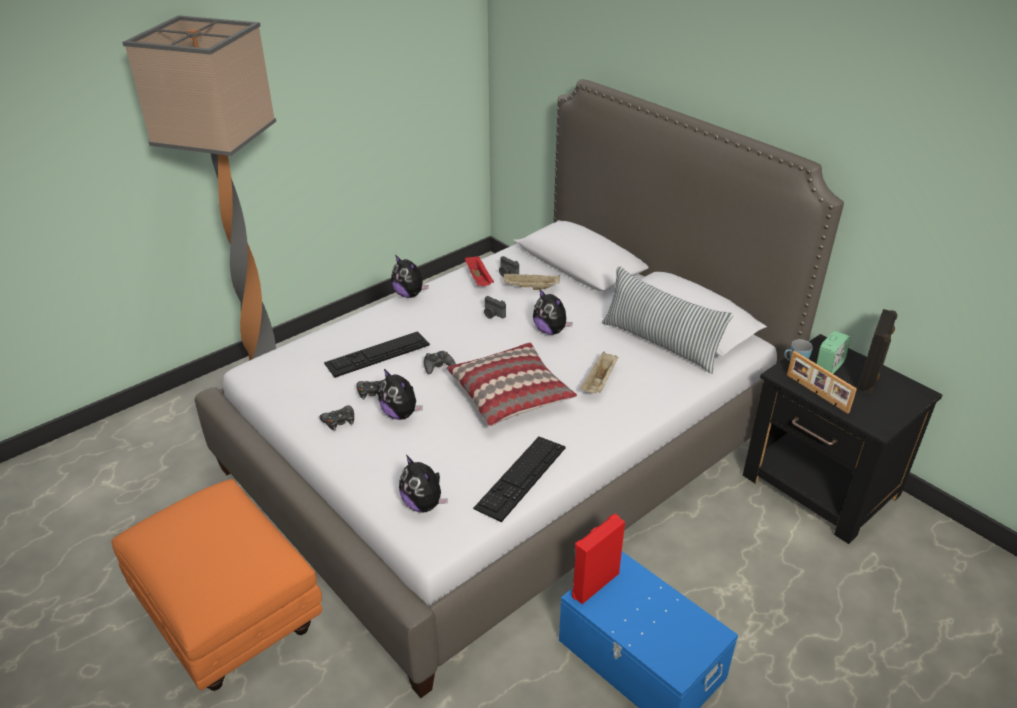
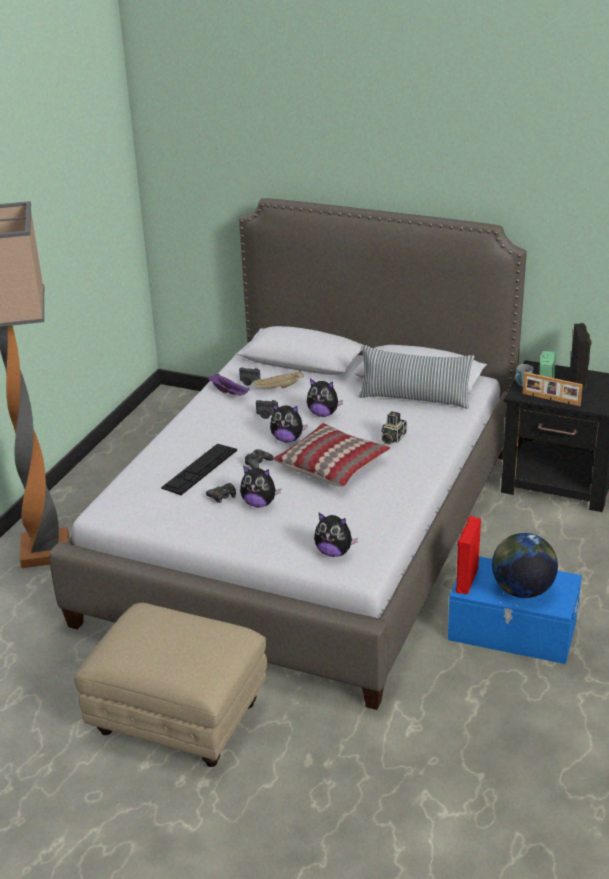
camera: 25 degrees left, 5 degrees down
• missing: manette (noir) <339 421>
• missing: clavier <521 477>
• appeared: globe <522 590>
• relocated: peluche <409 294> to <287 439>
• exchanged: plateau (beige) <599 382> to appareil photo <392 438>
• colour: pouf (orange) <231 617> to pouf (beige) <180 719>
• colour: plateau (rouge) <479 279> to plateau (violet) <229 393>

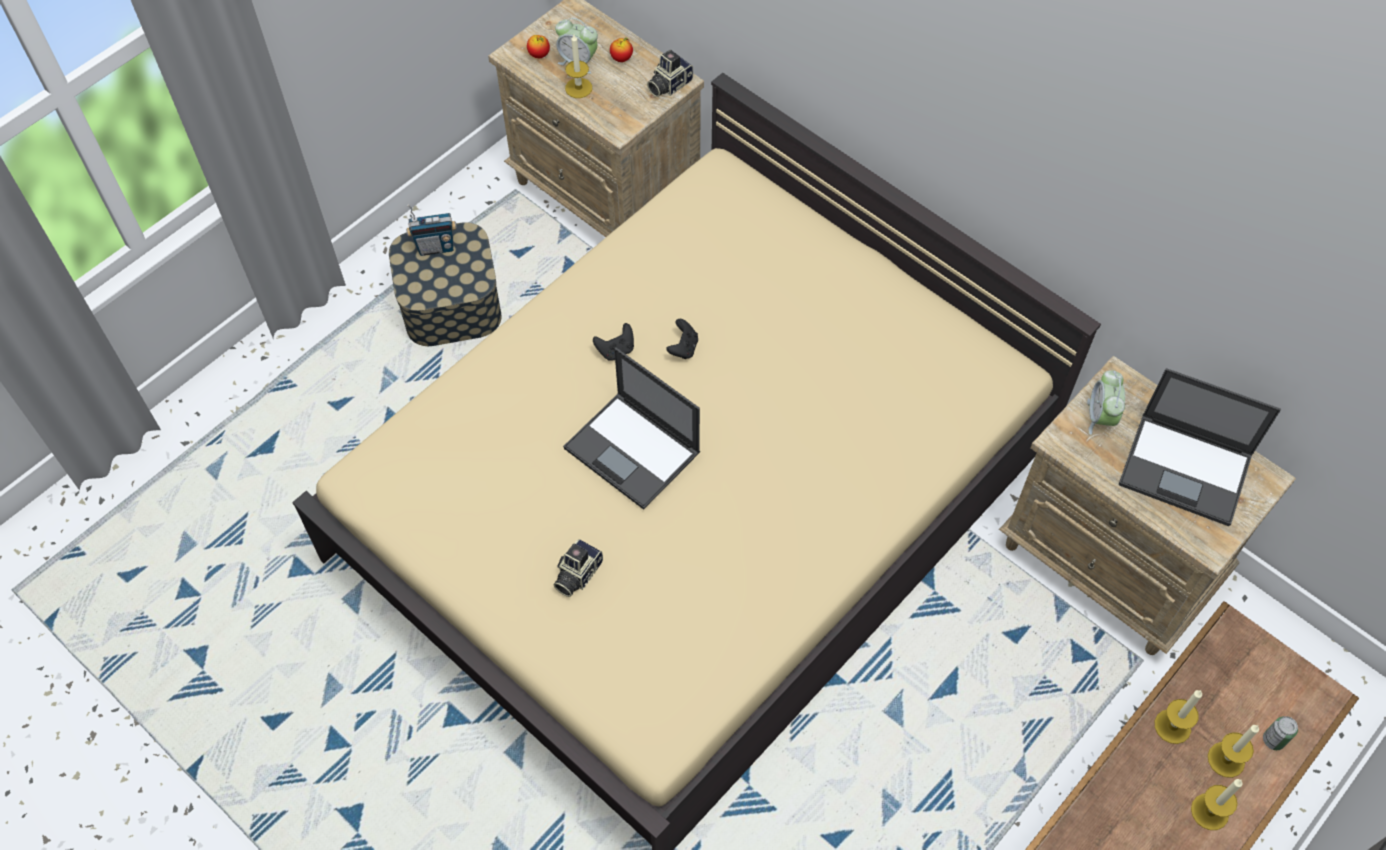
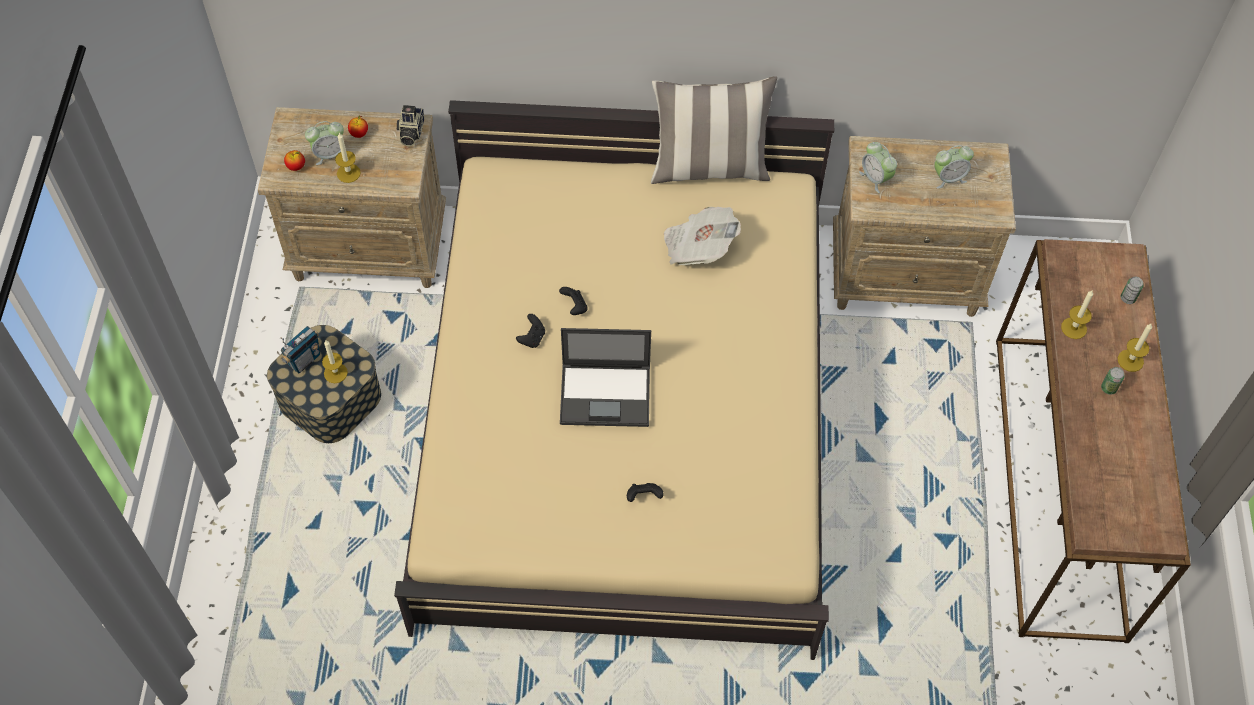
camera: 40 degrees left, 0 degrees up
• appeared: coussin <709 167>
• appeared: journal <698 247>
• appeared: boîte métallique <1108 388>
• relocated: bougie <1226 759> to <335 373>
• exchanged: appareil photo <576 574> to manette (noir) <644 497>
• exchanged: ordinateur portable <1186 470> to réveil <948 178>

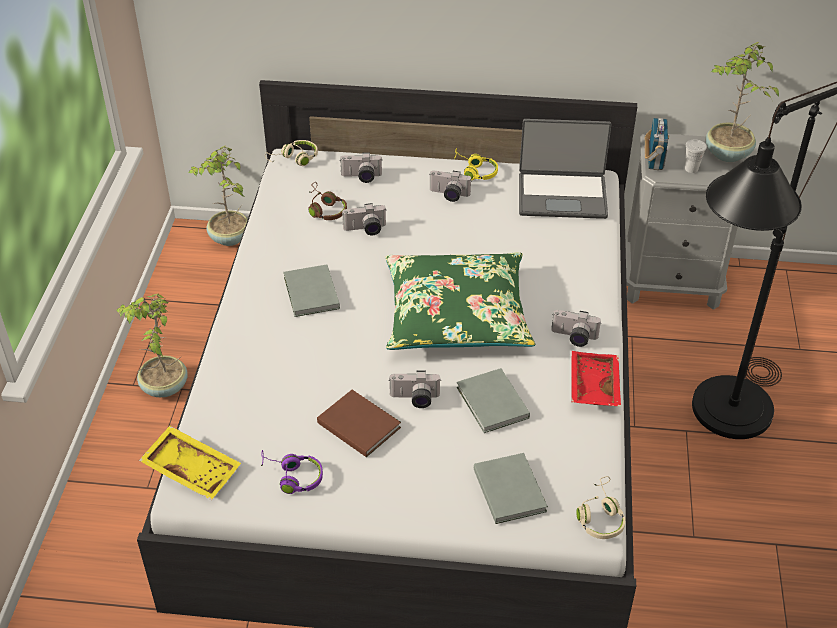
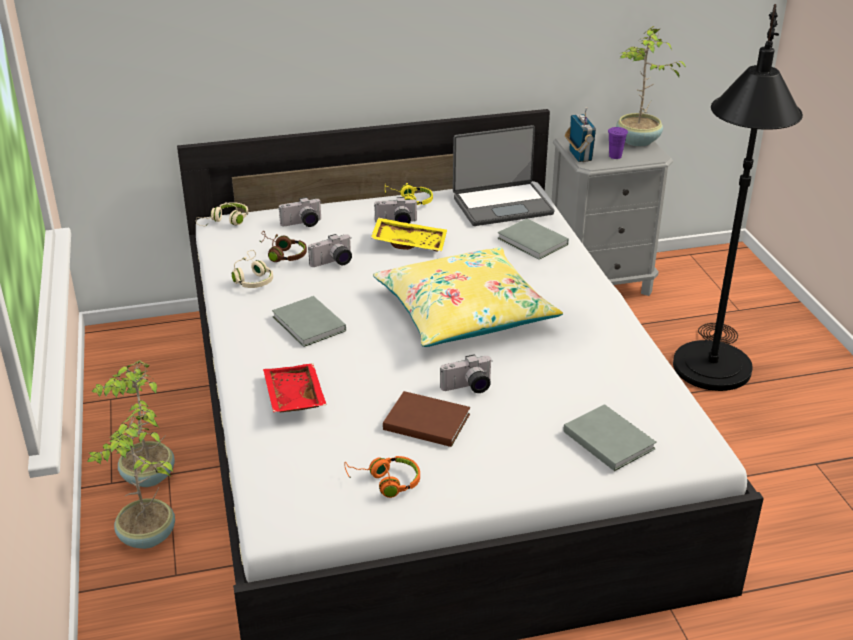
camera: 20 degrees left, 10 degrees down
• missing: appareil photo <573 338>
• relocated: plateau (jaune) <193 469> to <409 243>
• relocated: plante en pot <229 239> to <147 538>
• relocated: livre (gris) <492 404> to <533 242>
• relocated: plateau (rouge) <592 386> to <292 397>
• relocated: casque audio (beige) <599 516> to <252 278>
• colour: casque audio (violet) <292 477> to casque audio (orange) <385 482>
• colour: coussin (vert) <456 315> to coussin (jaune) <464 313>
• colour: tasse (blanc) <691 169> to tasse (violet) <615 156>

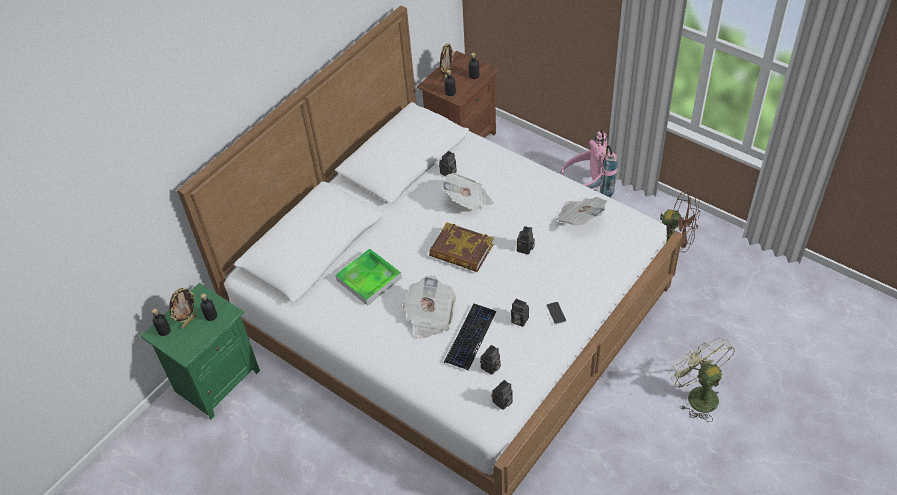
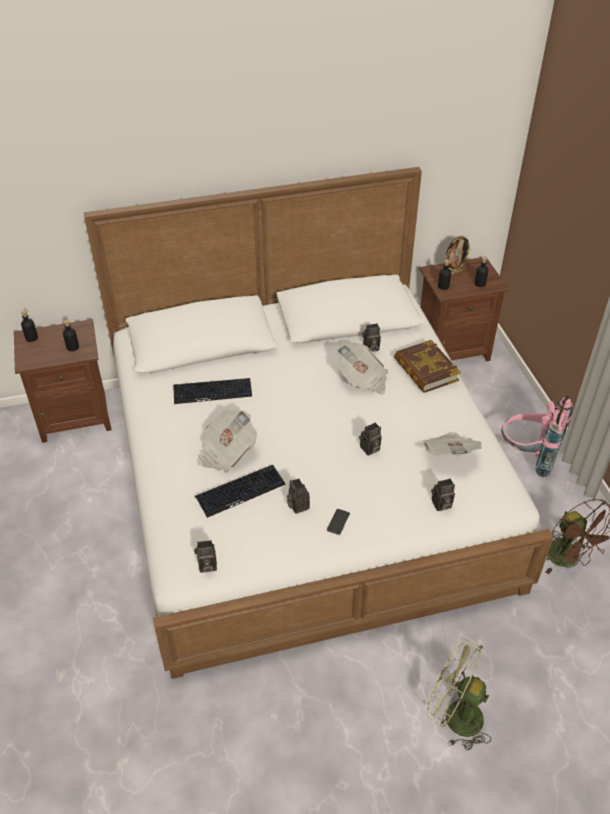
camera: 35 degrees right, 5 degrees down
• missing: cadre photo <188 321>
• relocated: livre <461 251> to <425 370>
• relocated: appareil photo <491 368> to <441 505>
• exchanged: plateau <369 279> to clavier <212 392>
• colour: table de chevet (vert) <216 380> to table de chevet (marron) <75 417>
• spun: ventilateur (vert) <697 395> = <454 716> 75 degrees counterclockwise

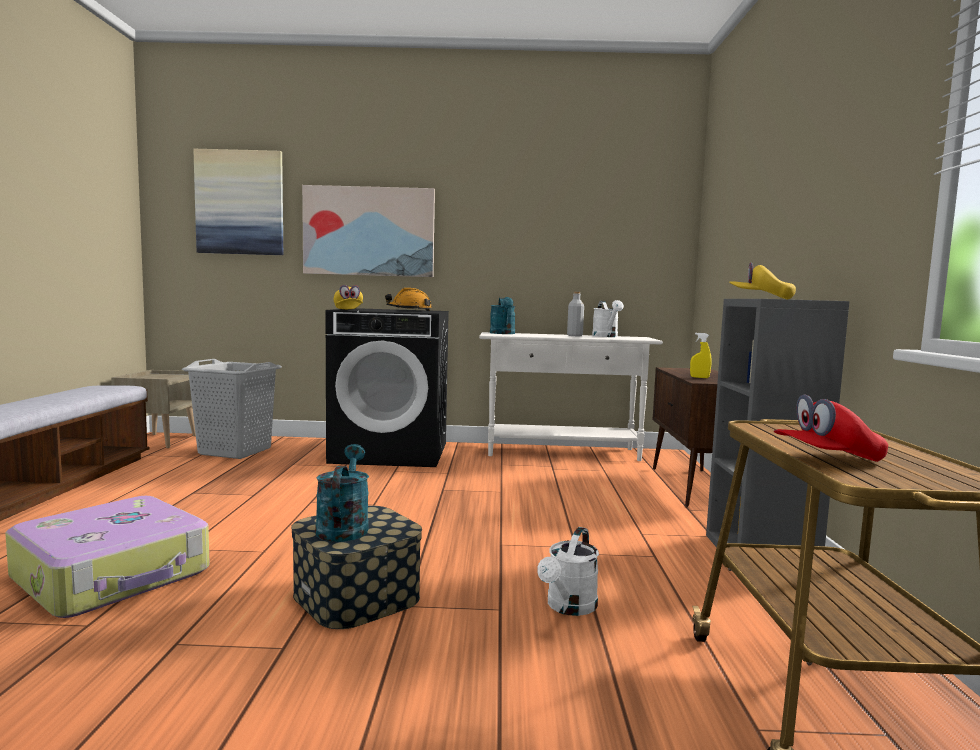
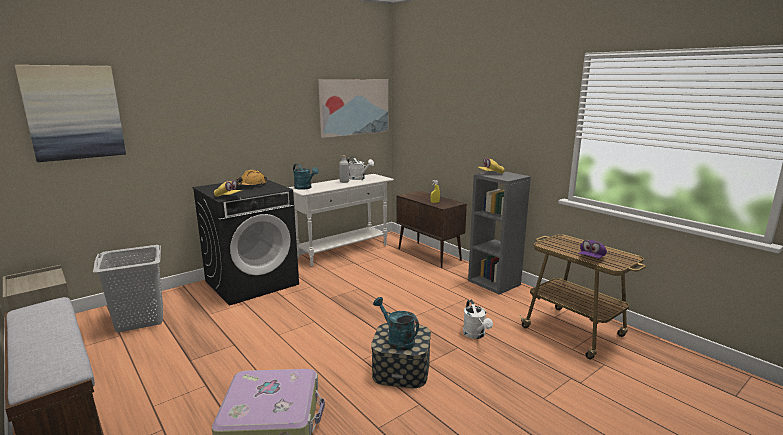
camera: 40 degrees left, 10 degrees up
• relocated: tableau <369 231> to <354 107>
• colour: casquette (rouge) <827 459> to casquette (violet) <591 258>

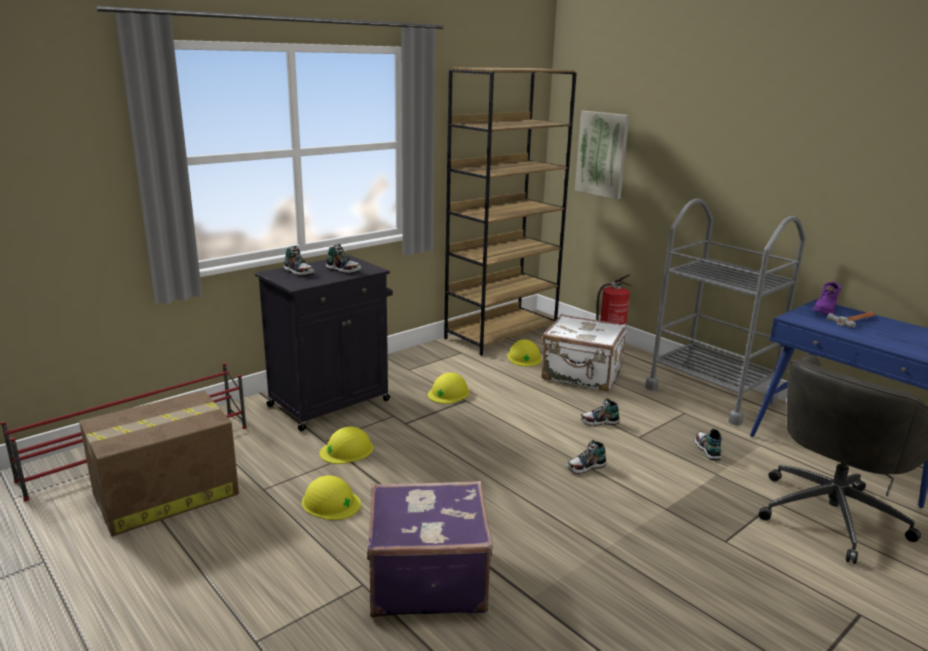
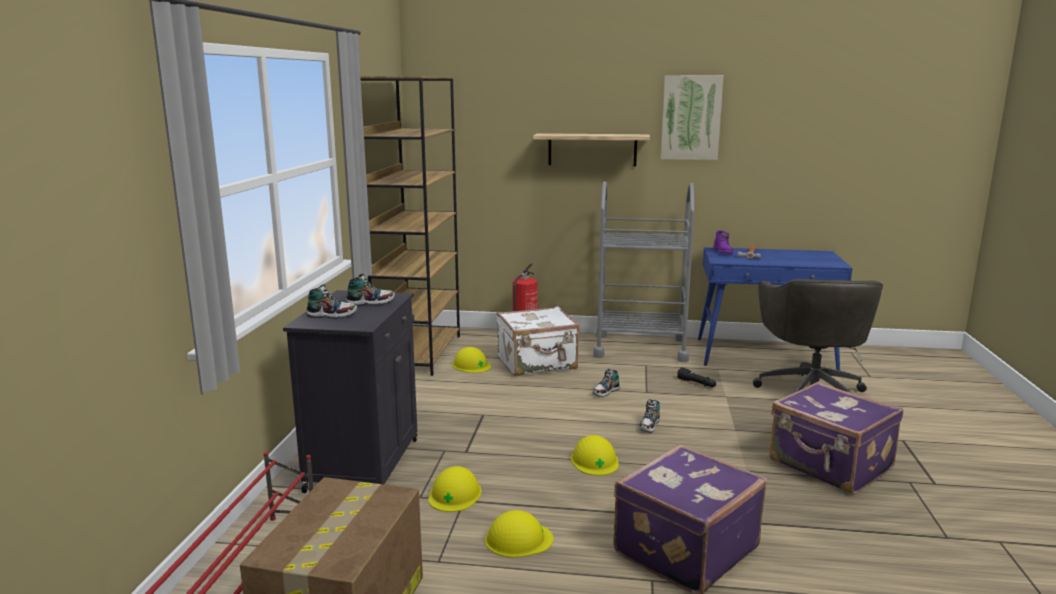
camera: 40 degrees left, 5 degrees down
• appeared: étagère <592 149>
• appeared: valise (violet) <830 466>
• relocated: casque de chantier (jaune) <449 393> to <594 460>
• relocated: tableau <602 154> to <691 117>
• exchanged: chaussure <707 450> to lampe de poche (noir) <696 384>

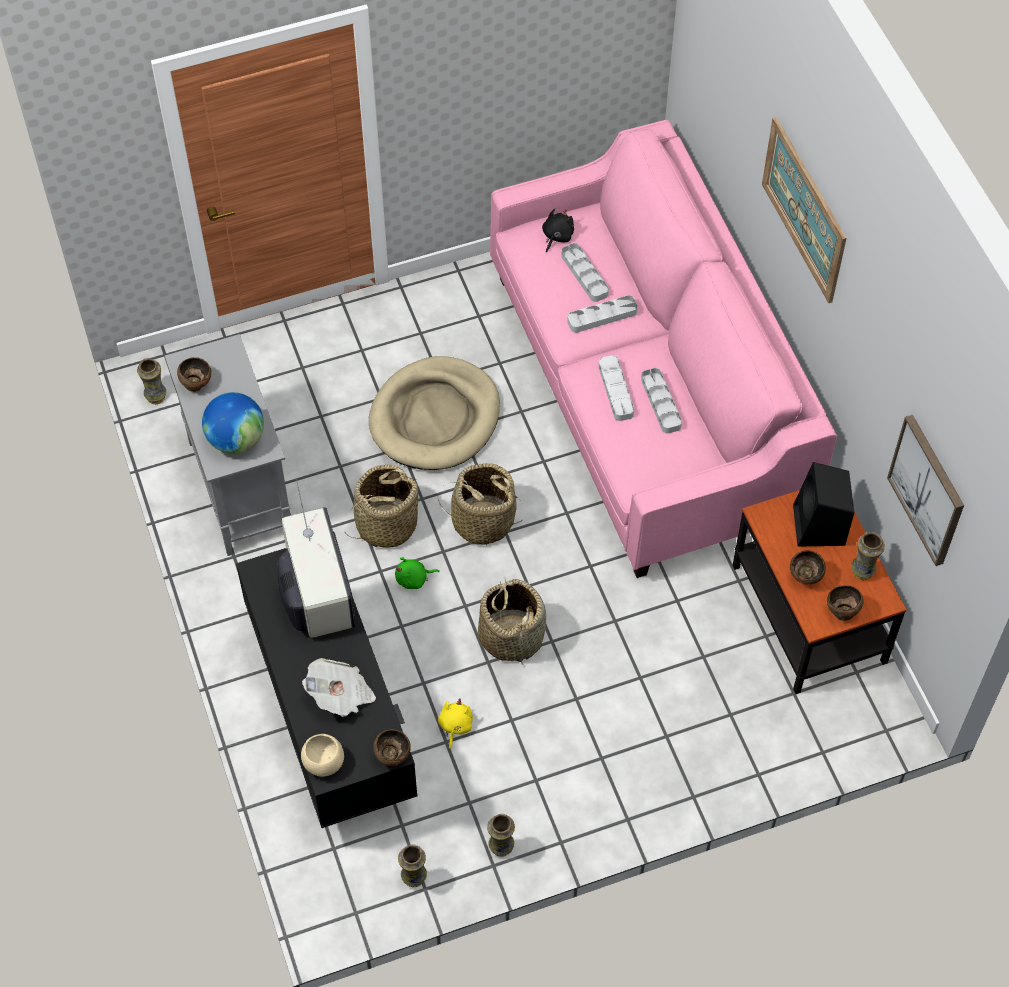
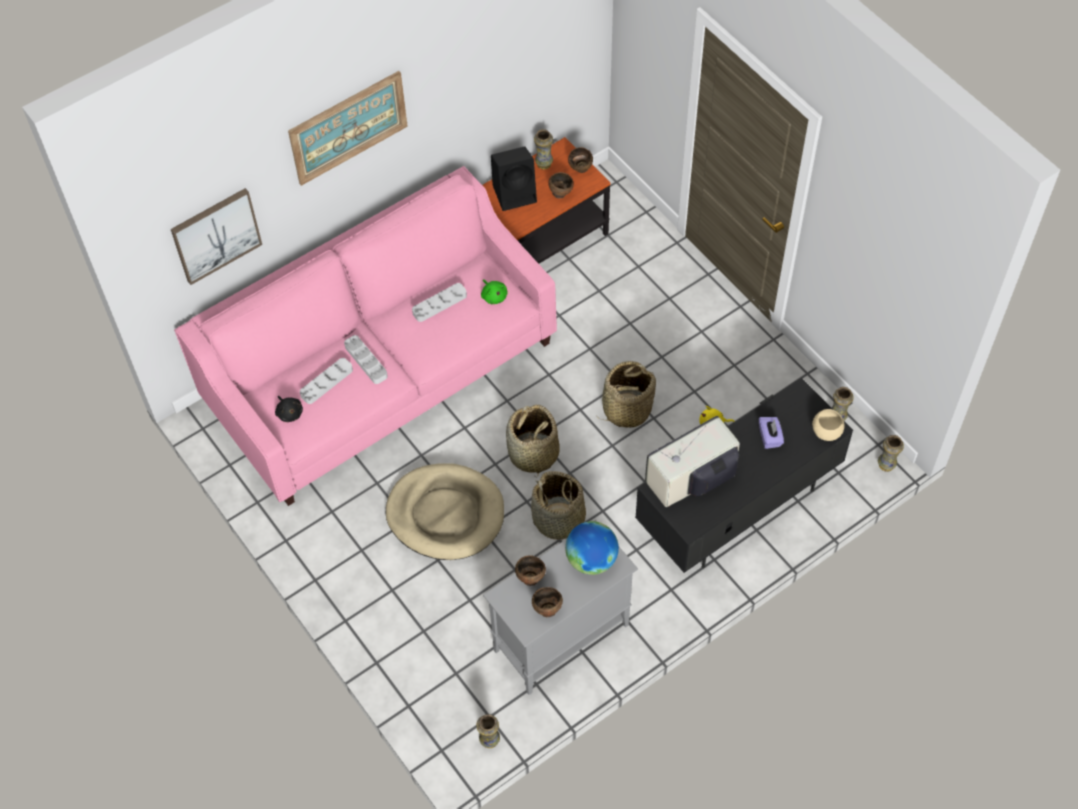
camera: 105 degrees left, 0 degrees up
• missing: plateau (gris) <616 390>
• relocated: bol (marron) <392 756> to <530 578>
• relocated: peluche (vert) <414 579> to <494 296>
• relocated: vase <501 847> to <886 465>
• relocated: tableau <928 489> to <216 235>
• exchanged: journal <341 695> to boîte à mouchoirs (violet) <770 437>
• spun: peluche (noir) <557 236> = <289 412> 135 degrees counterclockwise

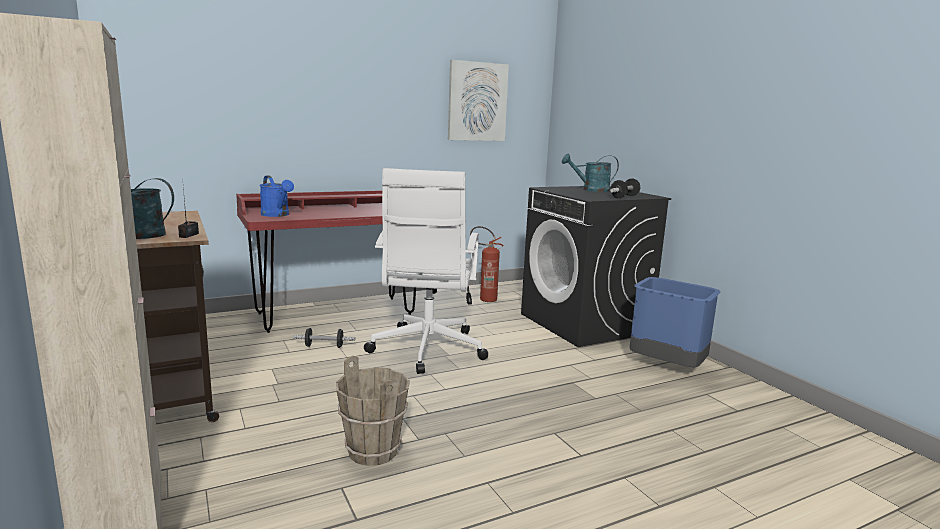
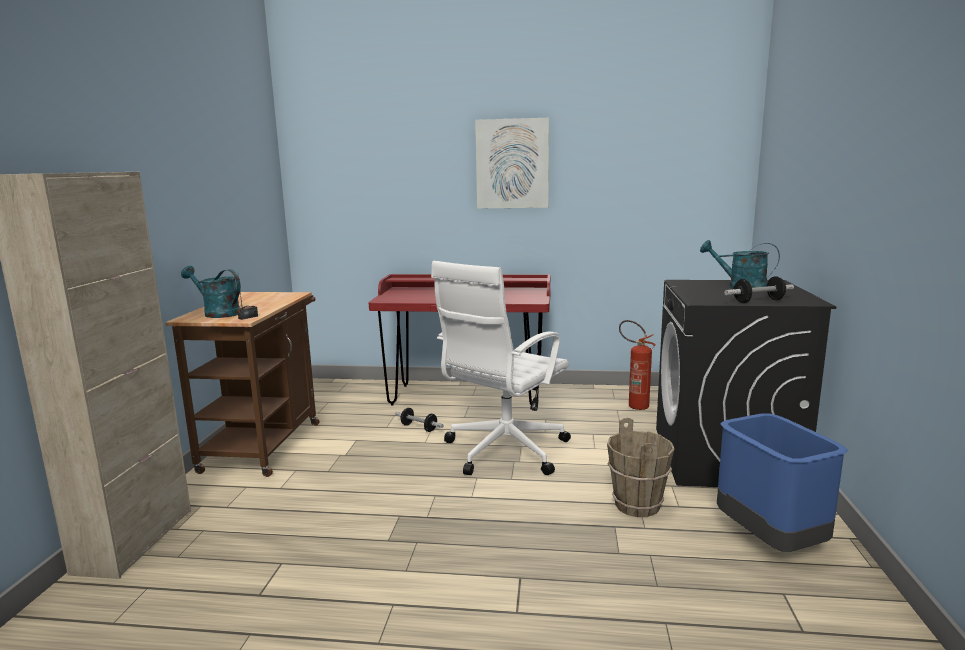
camera: 35 degrees right, 0 degrees up
• missing: arrosoir (bleu) <277 215>
• relocated: seau (marron) <373 451> to <638 505>
• relocated: tableau <477 102> to <512 164>

